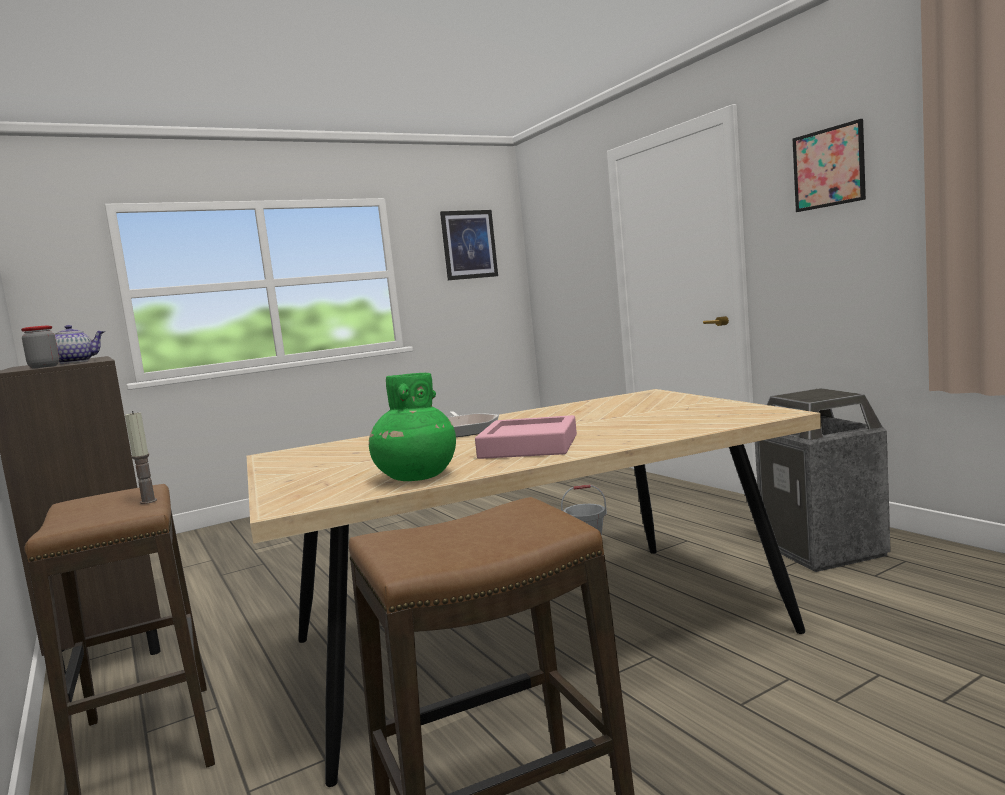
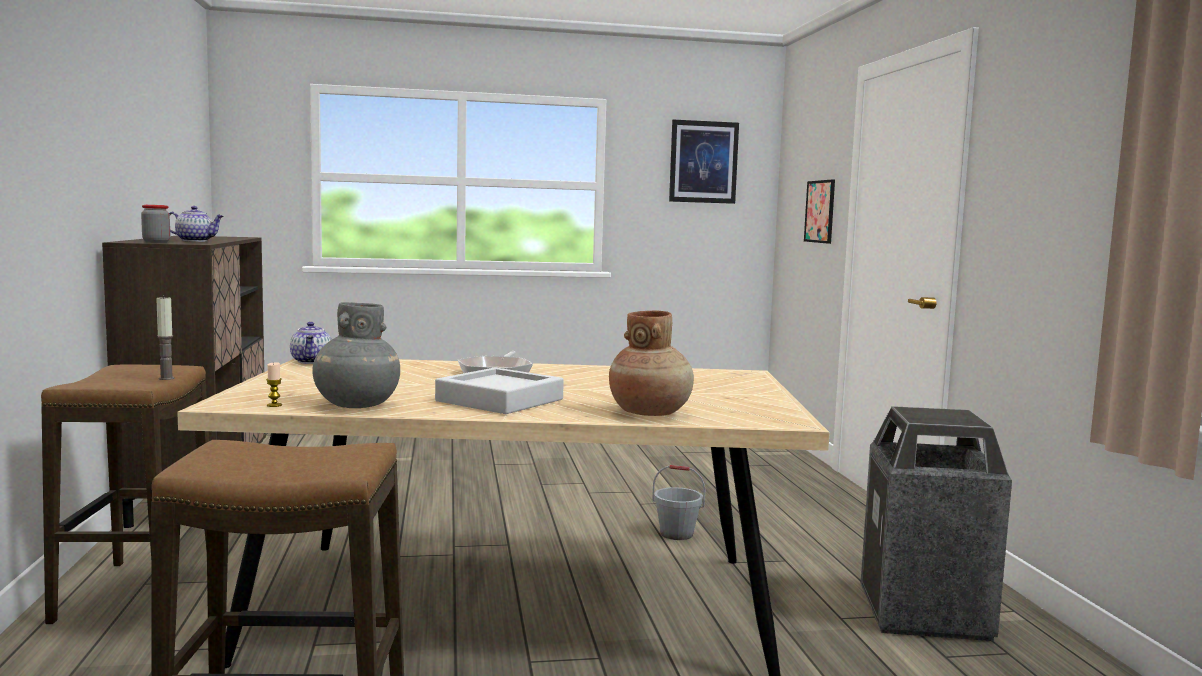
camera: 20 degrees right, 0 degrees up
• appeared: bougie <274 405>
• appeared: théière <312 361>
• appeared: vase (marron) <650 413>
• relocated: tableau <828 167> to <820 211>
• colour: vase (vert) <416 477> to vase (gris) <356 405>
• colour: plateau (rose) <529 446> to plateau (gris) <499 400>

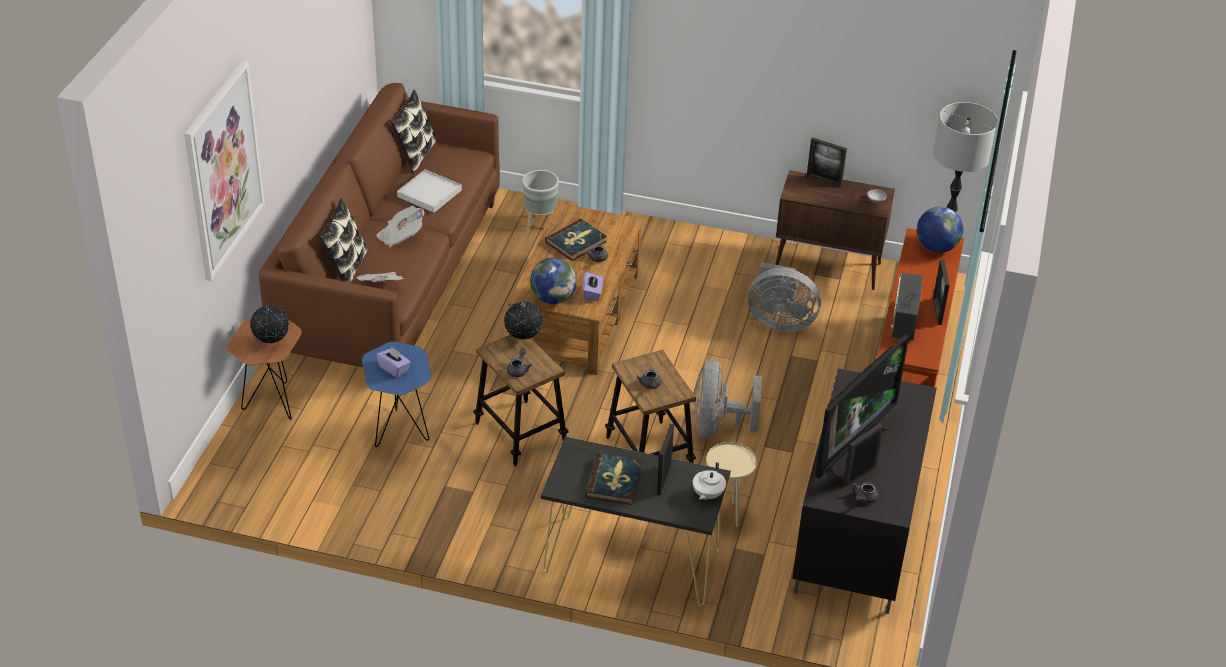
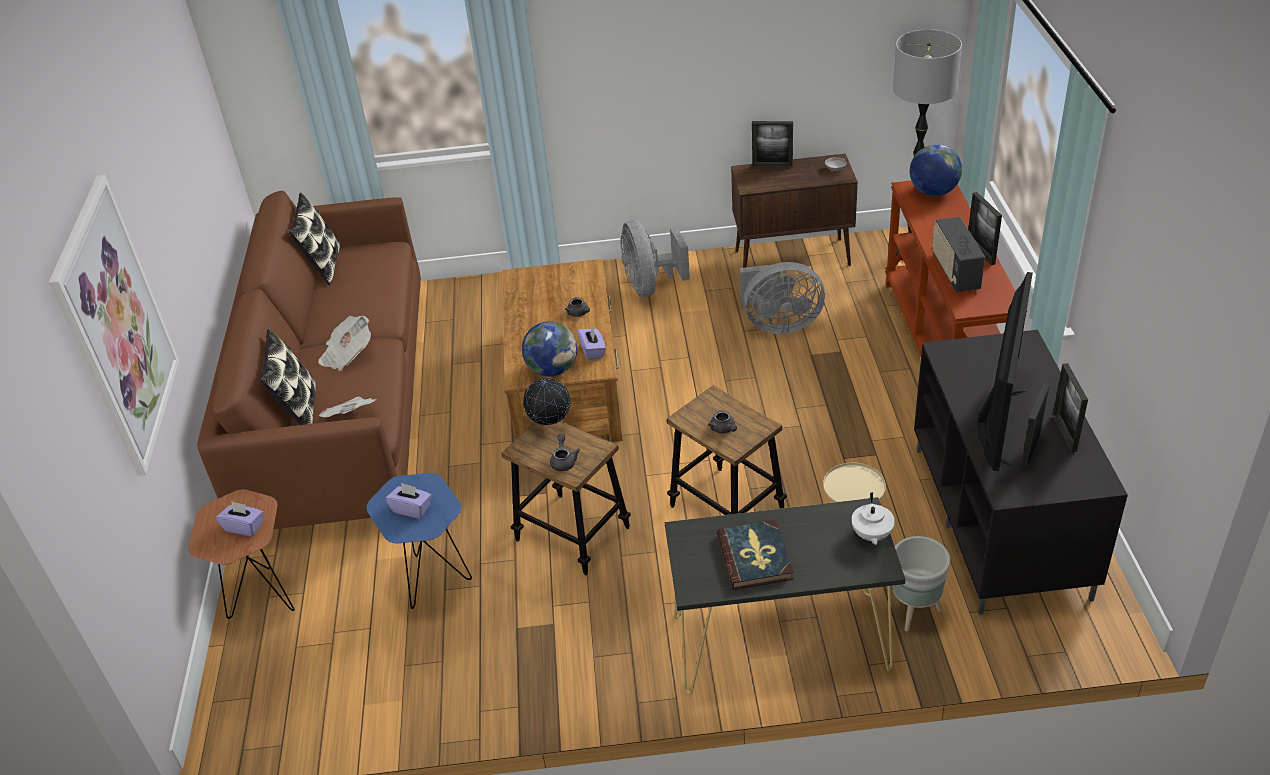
camera: 15 degrees left, 0 degrees up
• missing: plateau (blanc) <429 193>
• missing: livre <576 242>
• missing: théière (gris) <863 499>
• relocated: cache-pot (gris) <540 224> to <915 611>
• relocated: cadre photo <663 479> to <1064 433>
• relocated: ventilateur (gris) <717 426> to <650 286>
• exchanged: globe <271 343> to boîte à mouchoirs (violet) <244 527>

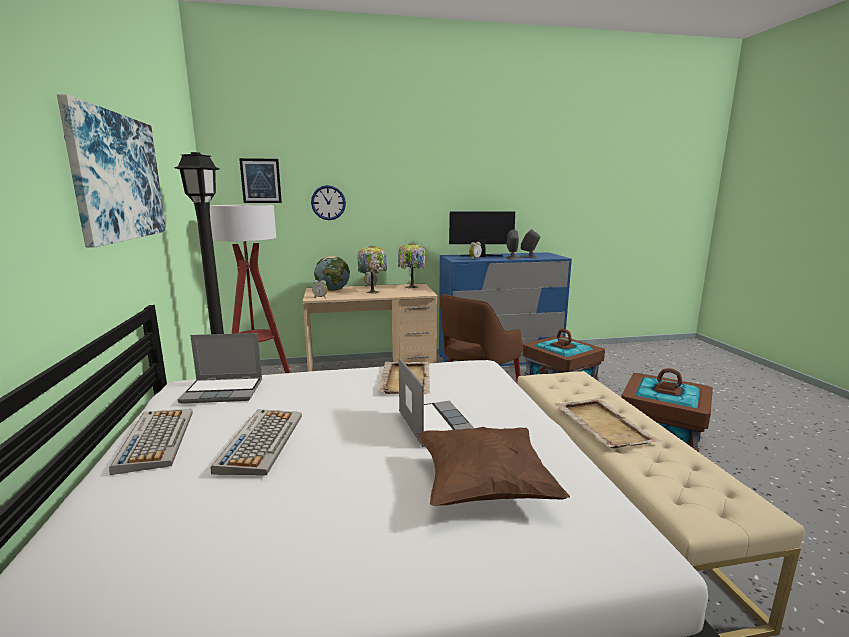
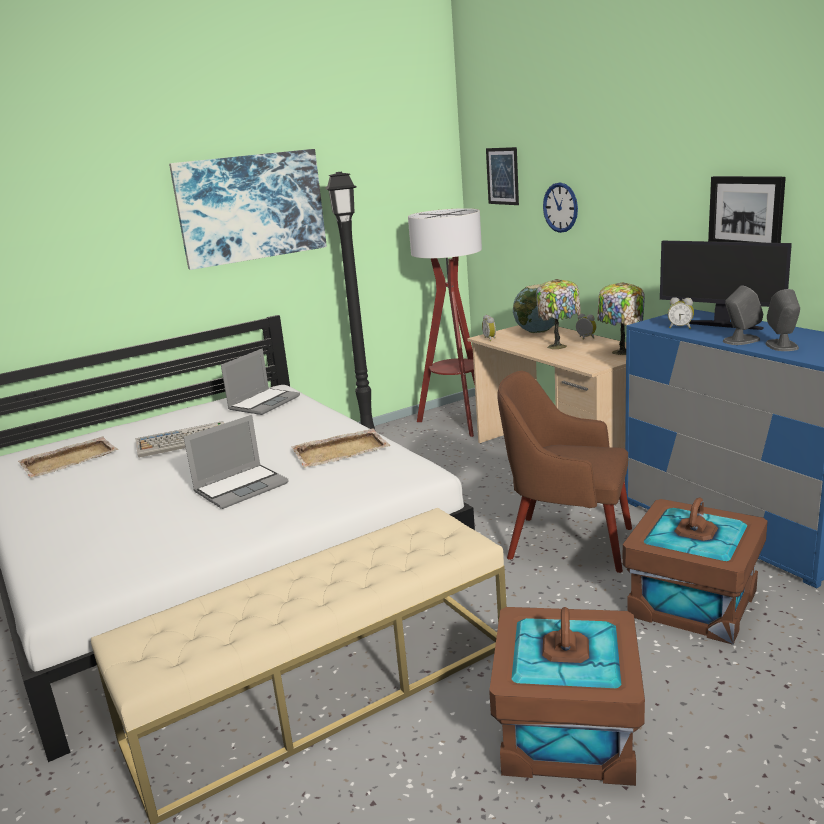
camera: 70 degrees right, 5 degrees up
• missing: clavier <155 439>
• missing: coussin (marron) <484 487>
• appeared: tableau <746 212>
• relocated: plateau (beige) <602 424> to <70 459>
• spun: ordinateur portable <224 391> = <264 403> 120 degrees counterclockwise
• spun: écran d'ordinateur <481 256> = <720 325> 150 degrees clockwise

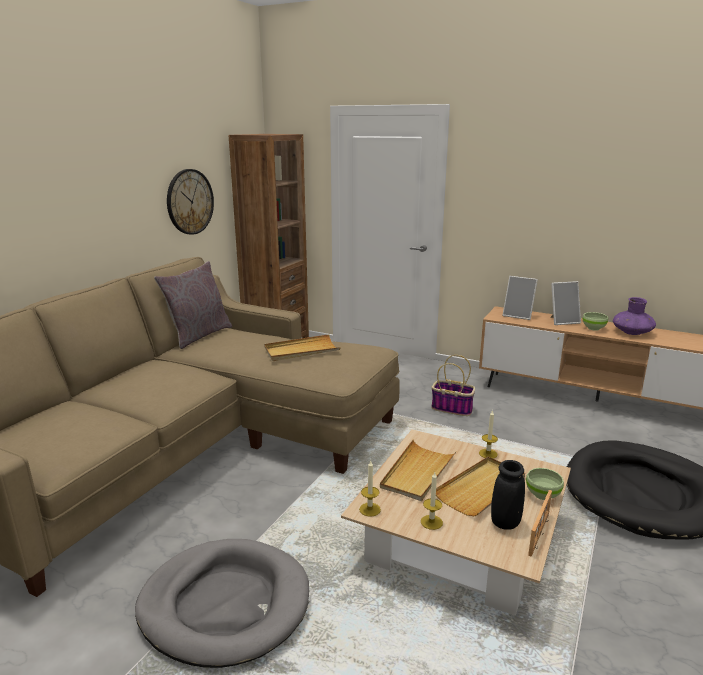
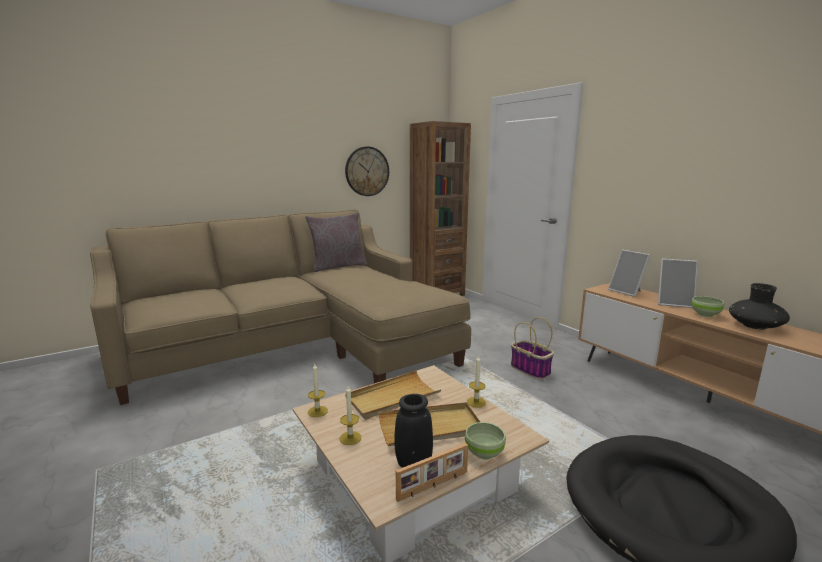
camera: 30 degrees right, 5 degrees down
• missing: panier pour chien (gris) <225 604>
• missing: plateau (beige) <301 351>
• colour: vase (violet) <632 332> to vase (noir) <755 326>

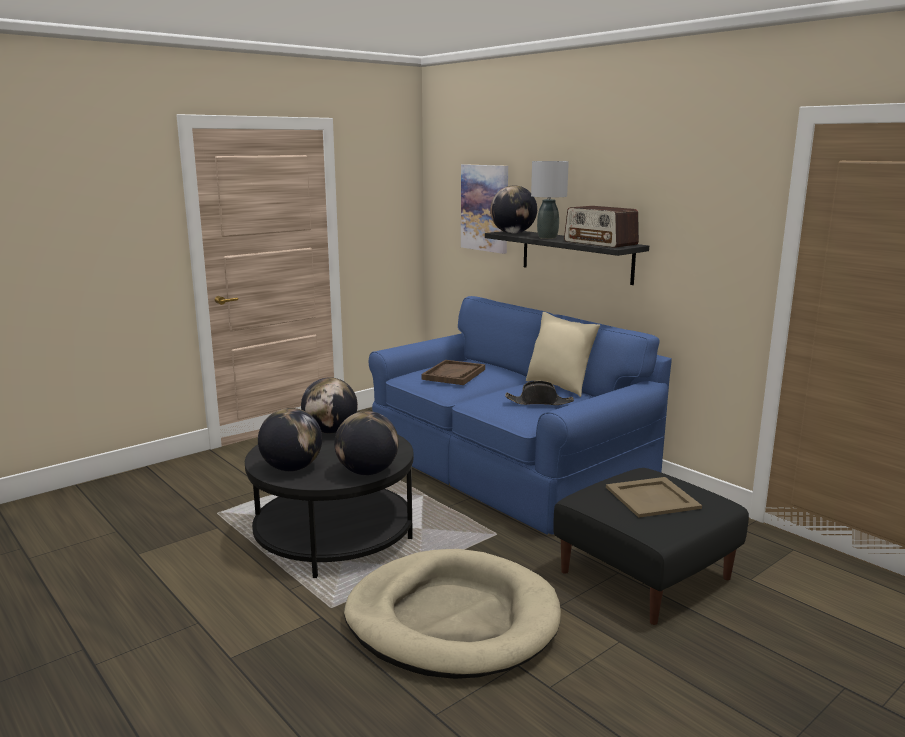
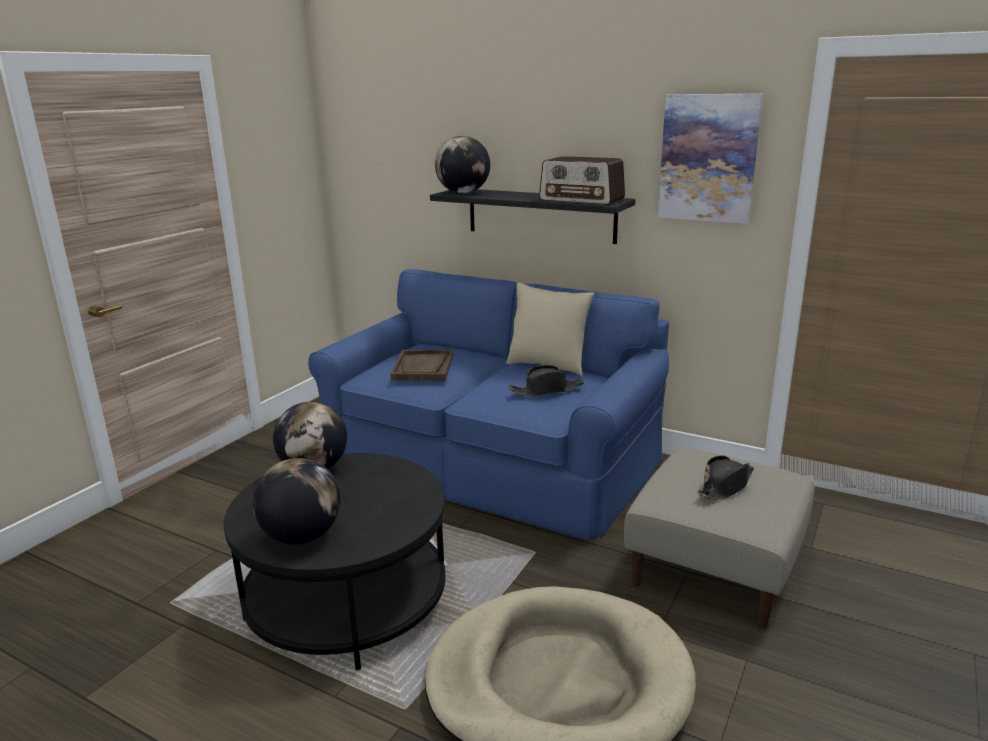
camera: 20 degrees left, 5 degrees up
• missing: globe <367 472>
• missing: lampe de table (gris) <547 237>
• relocated: tableau <485 208> to <708 158>
• exchanged: plateau (beige) <653 498> to chapeau (noir) <725 486>
• colour: pouf (noir) <645 574> to pouf (beige) <715 566>

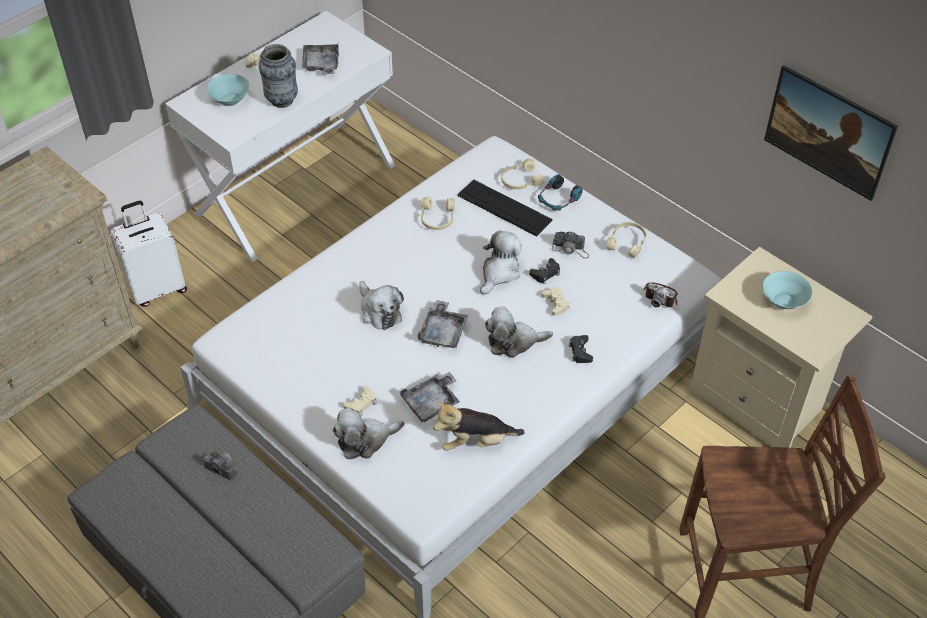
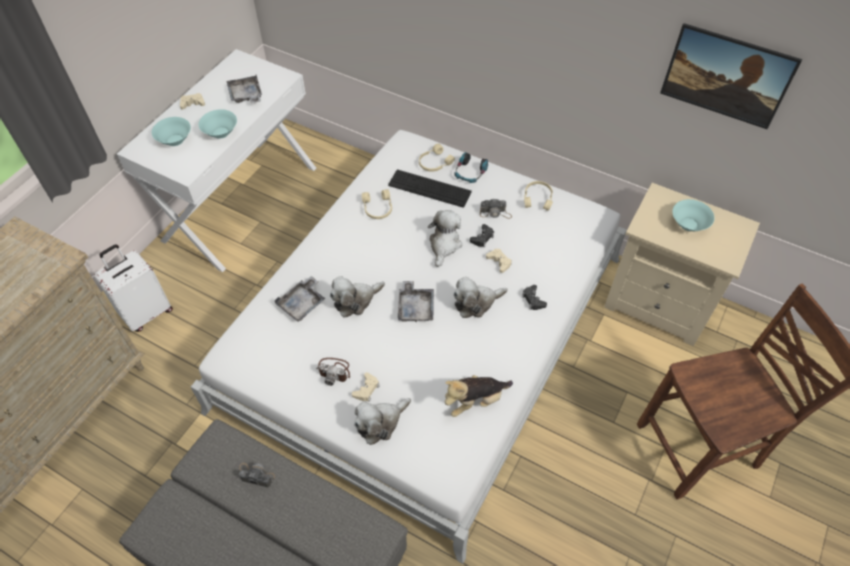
camera: 15 degrees left, 5 degrees up
• relocated: plateau (gris) <432 403> to <302 304>
• relocated: appareil photo <661 296> to <334 371>
• exchanged: vase <282 101> to bol (turquoise) <221 132>
• spun: peluche <379 311> = <355 300> 105 degrees clockwise

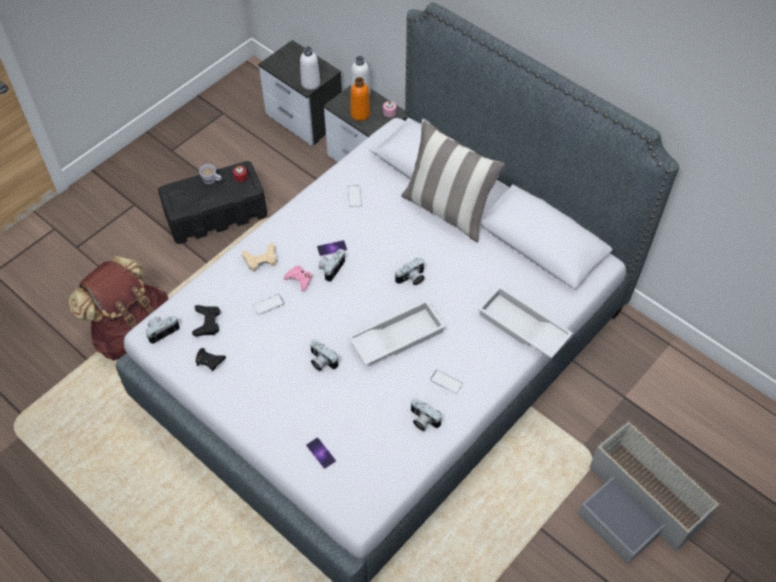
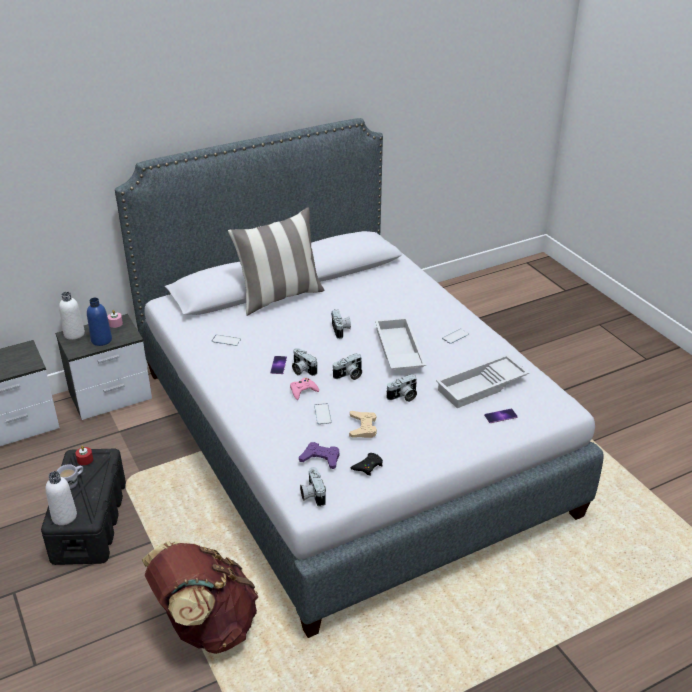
camera: 70 degrees left, 20 degrees down
• missing: boîte de rangement (gris) <639 505>
• relocated: manette (beige) <261 259> to <363 427>
• relocated: bouteille (blanc) <310 83> to <64 516>
• relocated: appareil photo <422 420> to <349 375>
• relocated: plateau (blanc) <521 327> to <482 387>
• colour: manette (noir) <207 322> to manette (violet) <320 458>
• colour: bouteille (orange) <360 114> to bouteille (bleu) <101 340>

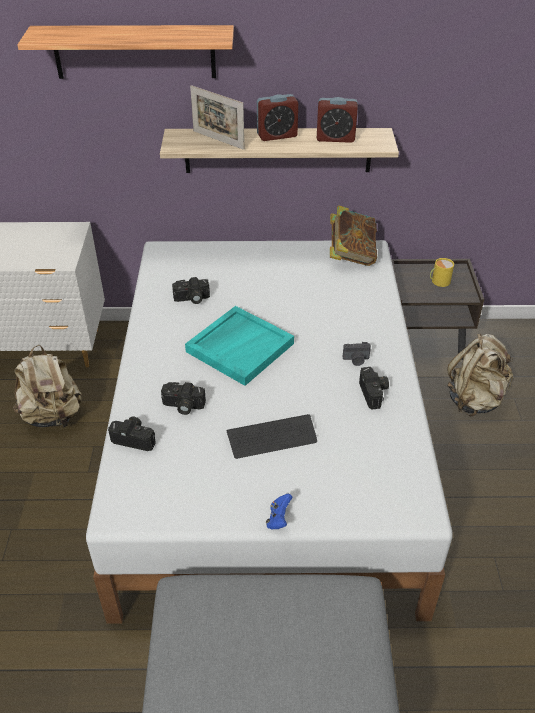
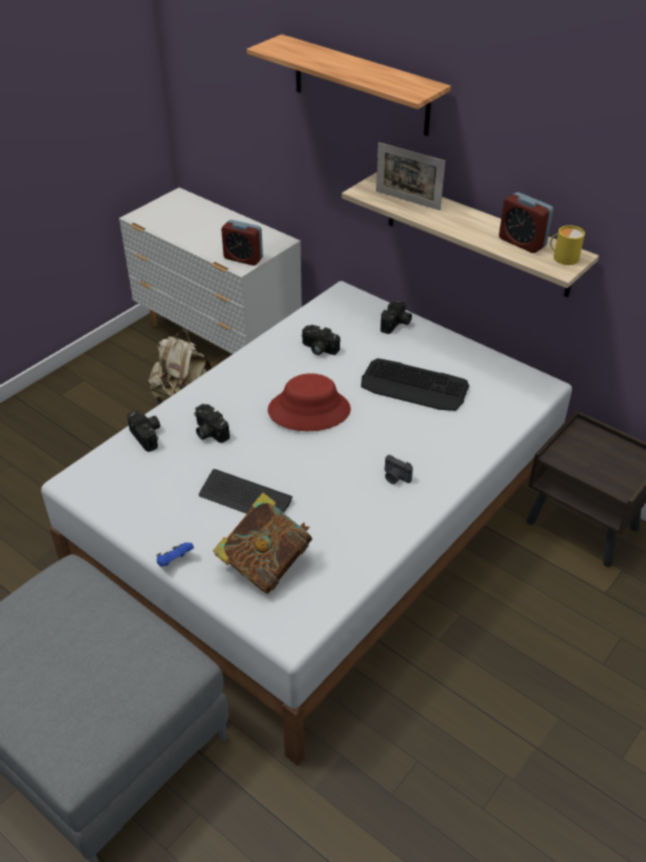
camera: 40 degrees right, 0 degrees up
• missing: sac à dos (beige) <475 399>
• appeared: clavier <414 386>
• relocated: réveil <277 135> to <243 258>
• relocated: livre <351 255> to <265 564>
• relocated: appareil photo <374 393> to <396 324>
• relocated: mug (jaune) <438 281> to <563 257>
• exchanged: plateau (turquoise) <240 347> to chapeau (rouge) <309 410>
• spun: cadre photo <218 140> = <407 200> 45 degrees counterclockwise

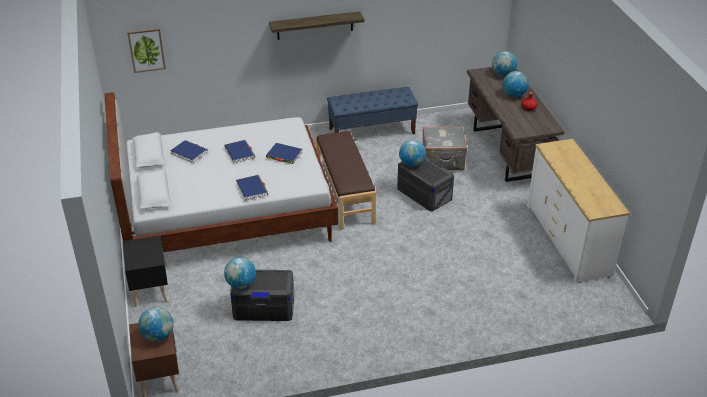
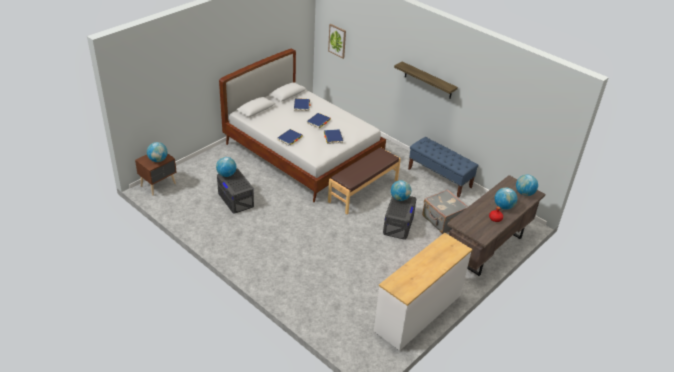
camera: 55 degrees right, 0 degrees up
• missing: table de chevet (noir) <150 289>

